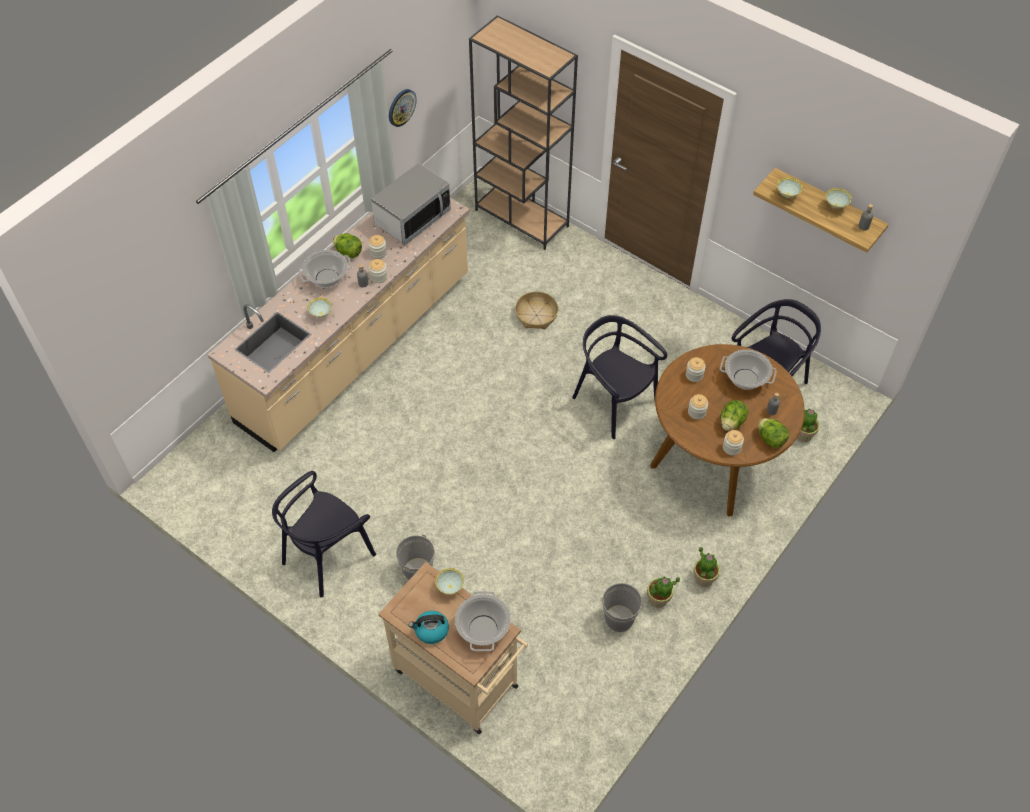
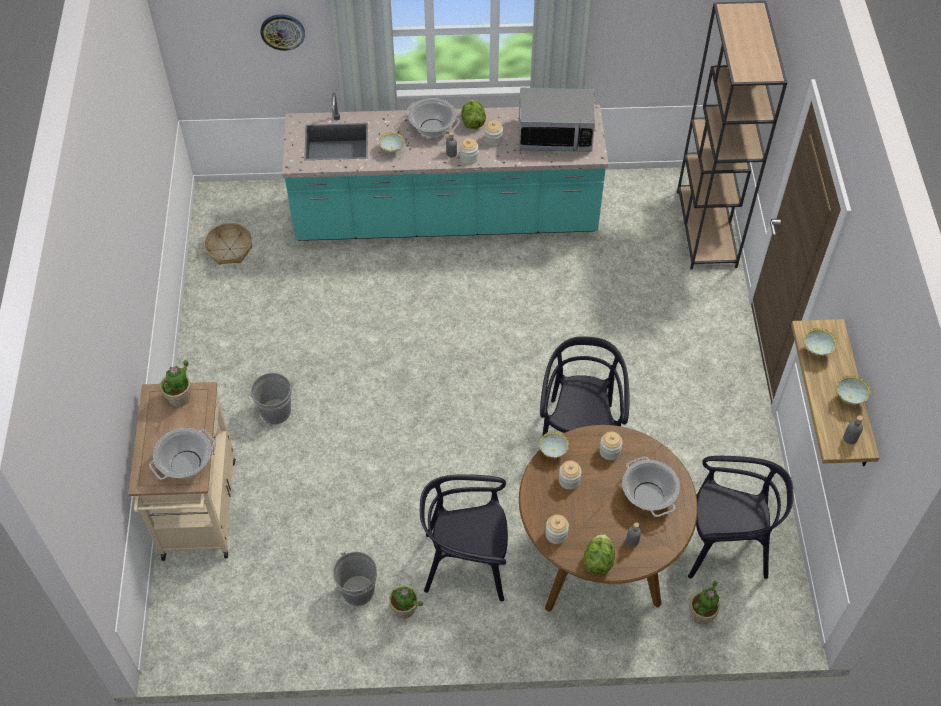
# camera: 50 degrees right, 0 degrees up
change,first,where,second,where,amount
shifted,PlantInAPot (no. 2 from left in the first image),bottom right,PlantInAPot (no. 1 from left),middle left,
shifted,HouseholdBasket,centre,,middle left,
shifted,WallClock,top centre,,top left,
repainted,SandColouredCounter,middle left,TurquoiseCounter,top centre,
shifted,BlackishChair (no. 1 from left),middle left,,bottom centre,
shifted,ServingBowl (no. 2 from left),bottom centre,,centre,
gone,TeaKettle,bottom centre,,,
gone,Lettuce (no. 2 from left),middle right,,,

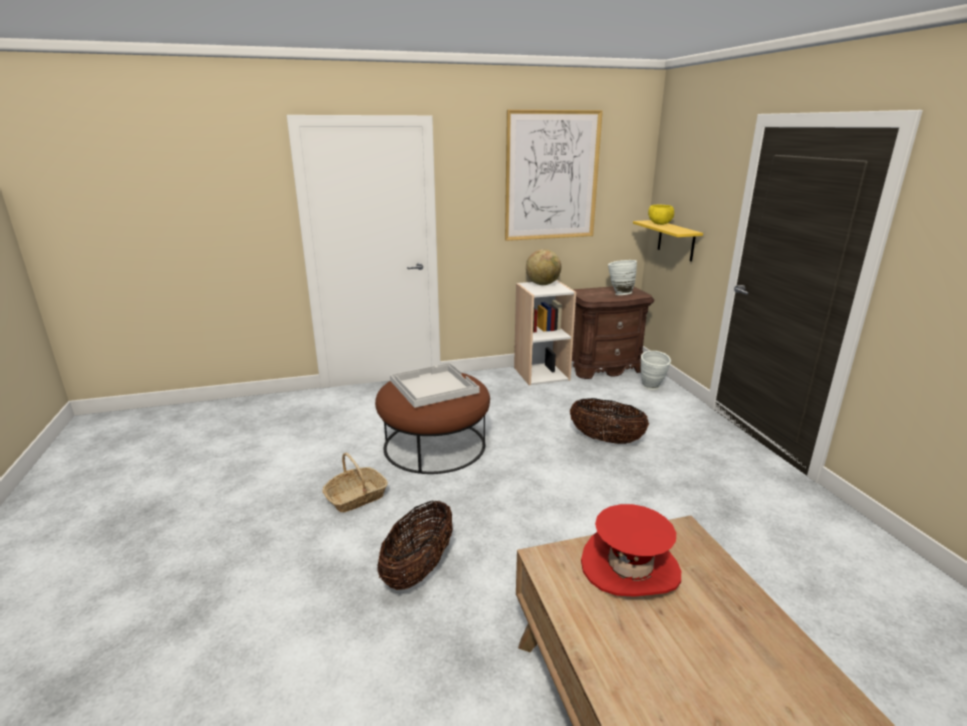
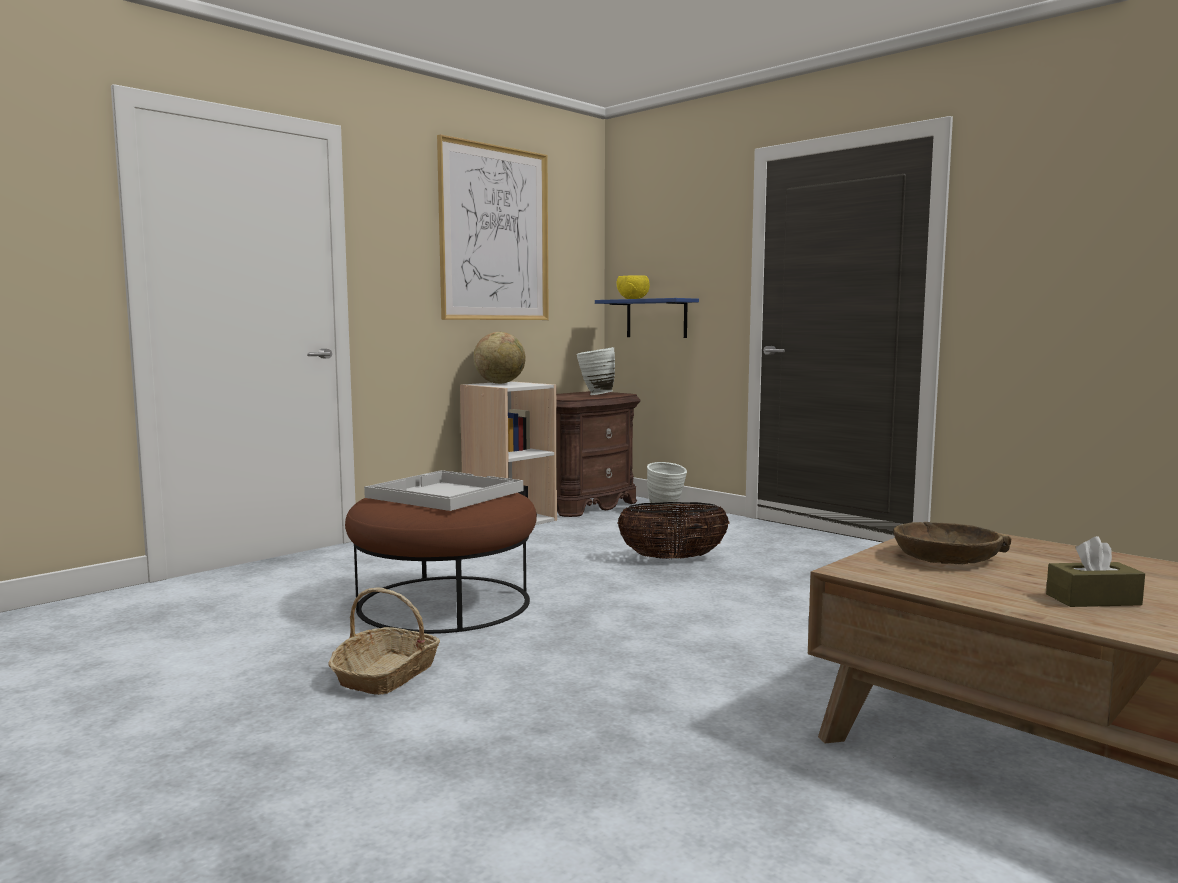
# camera: 30 degrees left, 15 degrees down
change,first,where,second,where,amount
repainted,YellowShelf,top right,BlueShelf,centre,
swapped,RedWearableHat,bottom centre,BrownServingBowl,middle right,
new,,,BrownBoxOfTissues,middle right,
gone,HouseholdBasket (no. 2 from left),bottom centre,,,

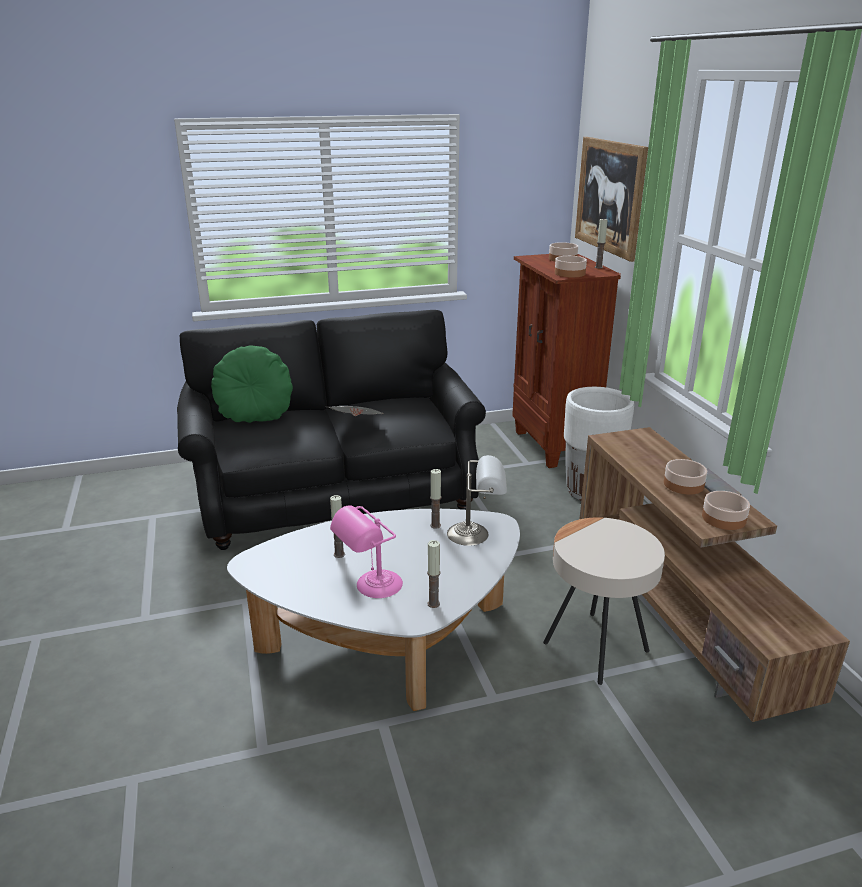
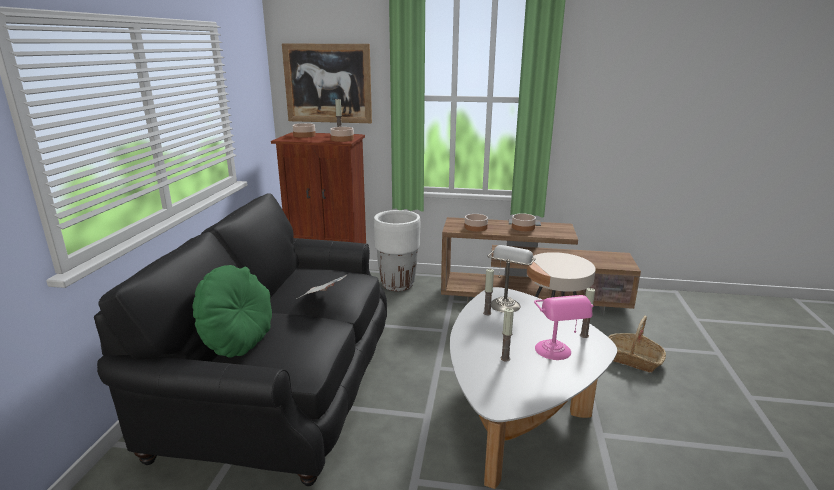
# camera: 65 degrees left, 5 degrees down
change,first,where,second,where,amount
shifted,ServingBowl (no. 4 from left in the first image),middle right,ServingBowl (no. 3 from left),centre,
new,,,HouseholdBasket,bottom right,

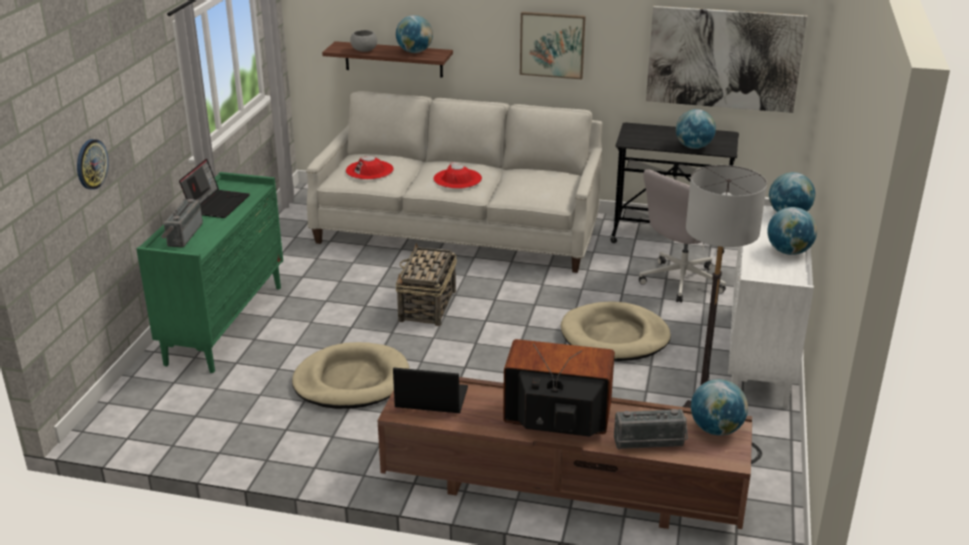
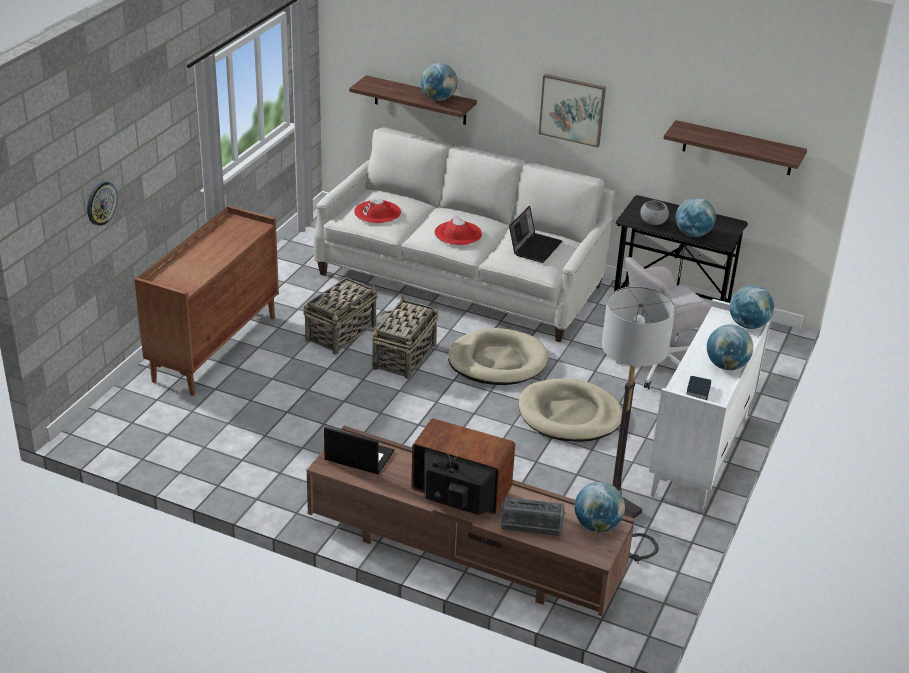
# camera: 10 degrees right, 5 degrees up
change,first,where,second,where,amount
repainted,GreenCabinet,middle left,BrownCabinet,middle left,
new,,,HouseholdBasket (no. 1 from left),centre,
shifted,SandColouredDogBed (no. 1 from left),bottom centre,,centre,
shifted,NotebookComputer (no. 1 from left in the first image),middle left,NotebookComputer (no. 2 from left),centre,
shifted,GreyServingBowl,top centre,,top right,
swapped,WallPicture (no. 2 from left),top right,Shelf (no. 2 from left),top right,
new,,,BoundBook,middle right,
gone,Radio (no. 1 from left),middle left,,,

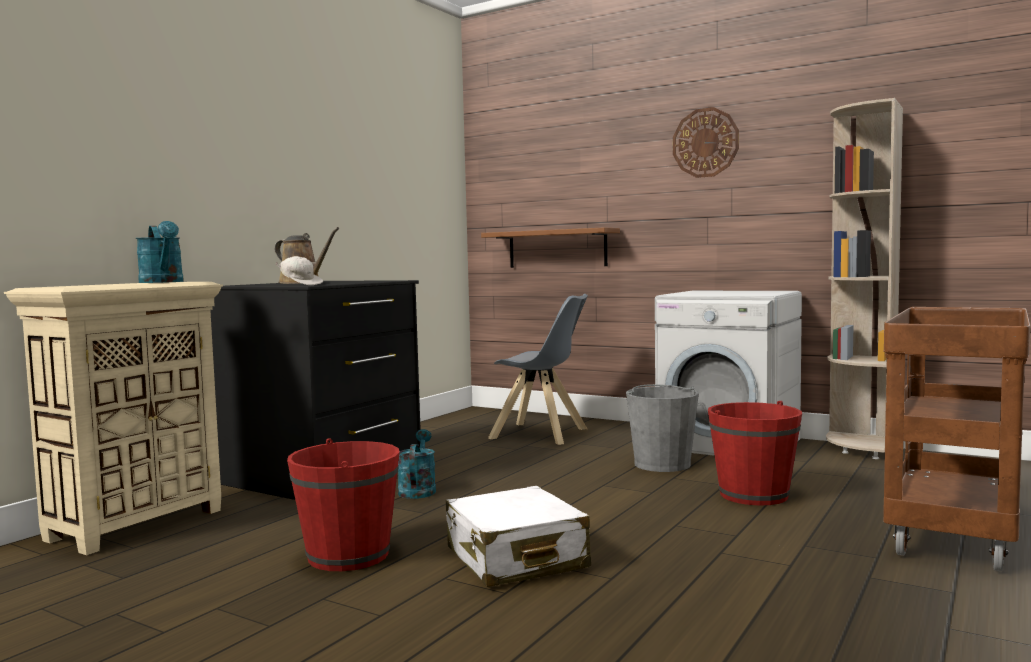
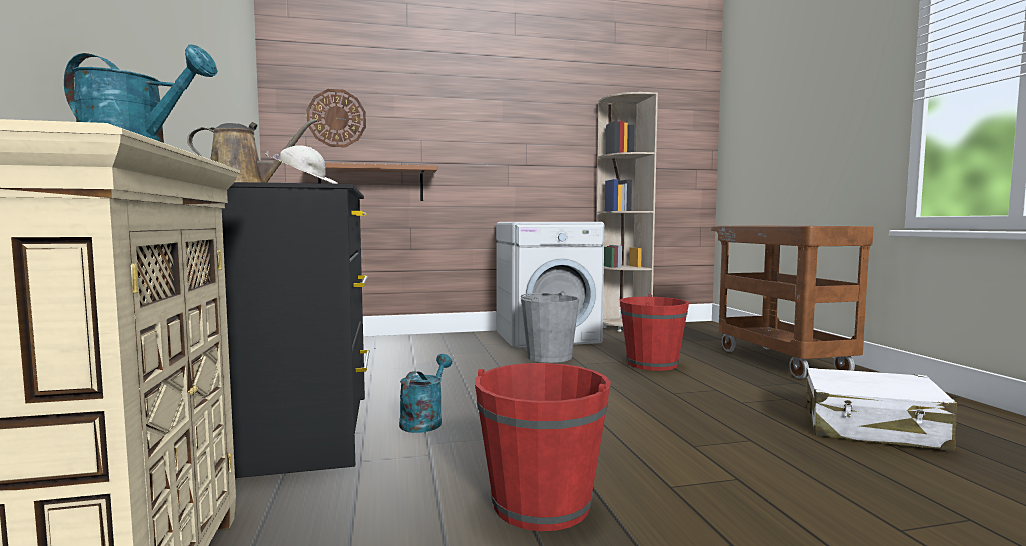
# camera: 45 degrees left, 0 degrees up
change,first,where,second,where,amount
shifted,WallClock,top right,,top left,
rotated,TurquoiseSprinklingCan (no. 2 from left),bottom centre,,bottom centre,60 degrees clockwise
shifted,WhiteColouredSuitcase,bottom centre,,bottom right,
gone,GreyChair,centre,,,

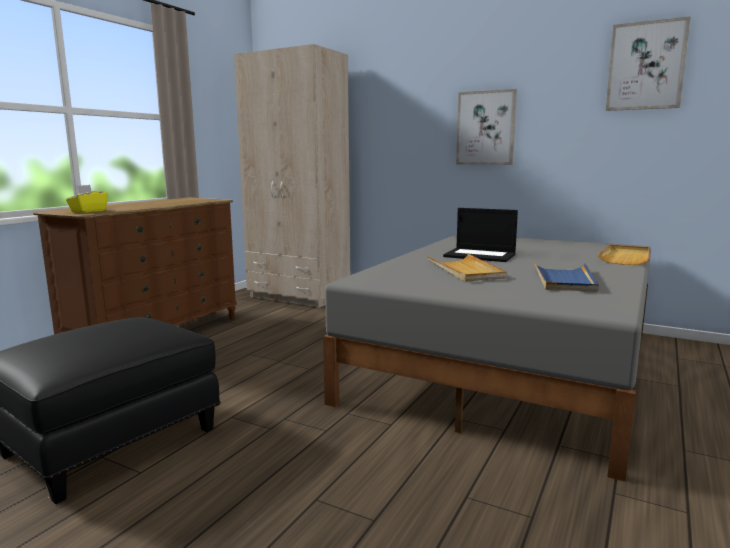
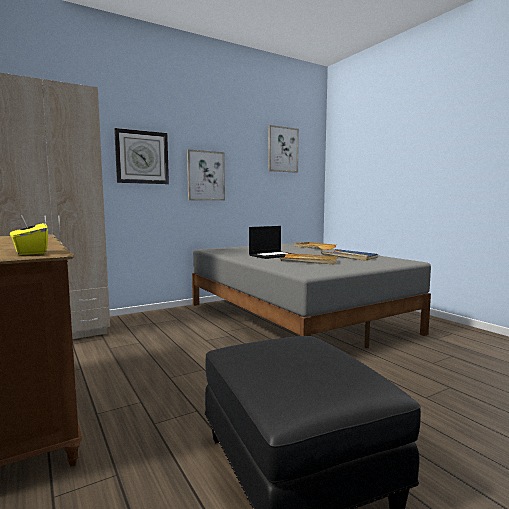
# camera: 60 degrees left, 5 degrees down
change,first,where,second,where,amount
new,,,WallClock,top left,

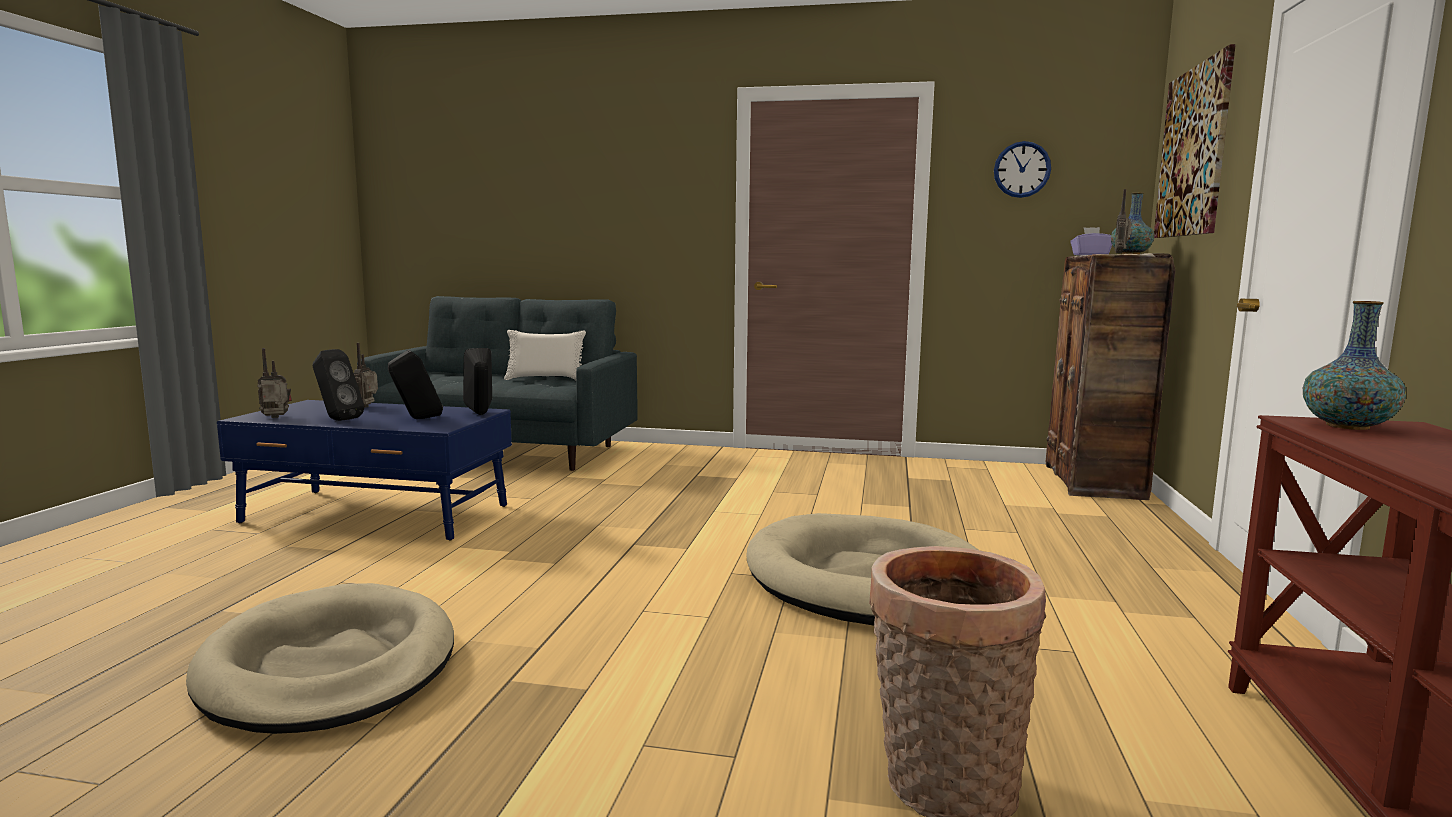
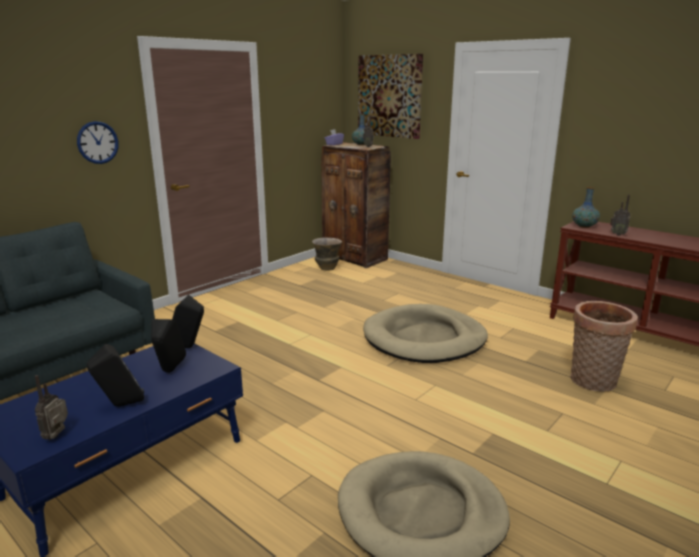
# camera: 60 degrees left, 10 degrees up
change,first,where,second,where,amount
shifted,WallClock,top right,,top left,
new,,,Vase (no. 1 from left),centre,
shifted,Radio (no. 2 from left in the first image),middle left,Radio (no. 3 from left),middle right,
gone,WhiteColouredThrowPillow,centre,,,

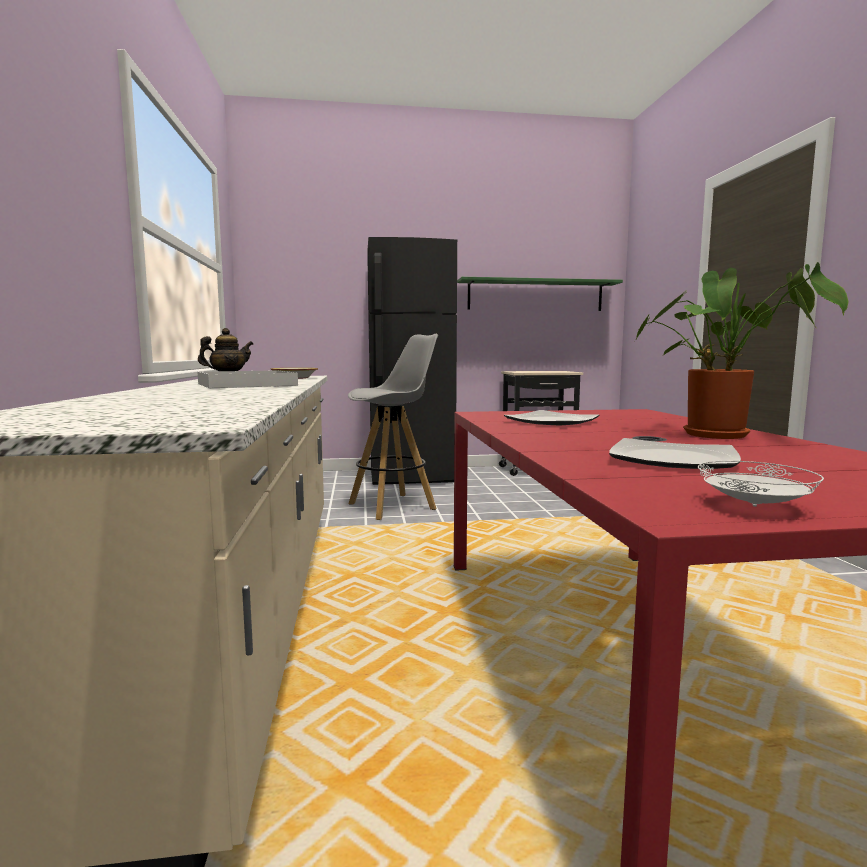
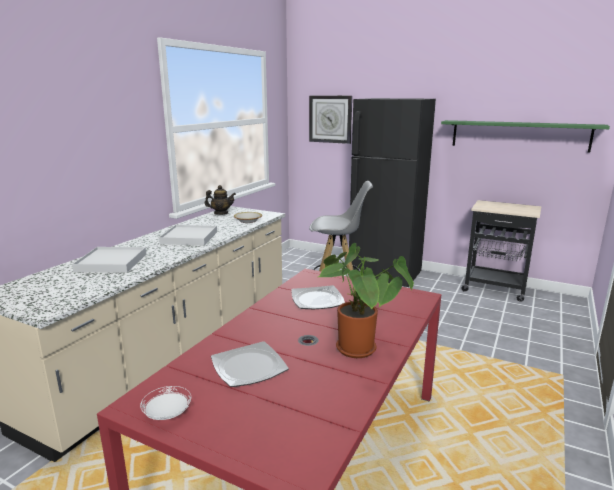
# camera: 35 degrees right, 10 degrees up
change,first,where,second,where,amount
new,,,WhiteColouredTray (no. 1 from left),middle left,
new,,,WallClock,top centre,

